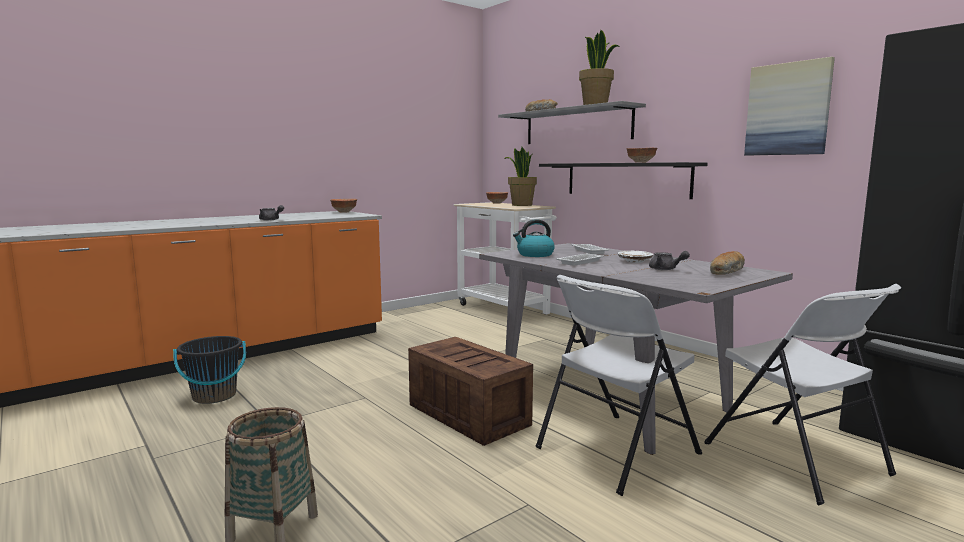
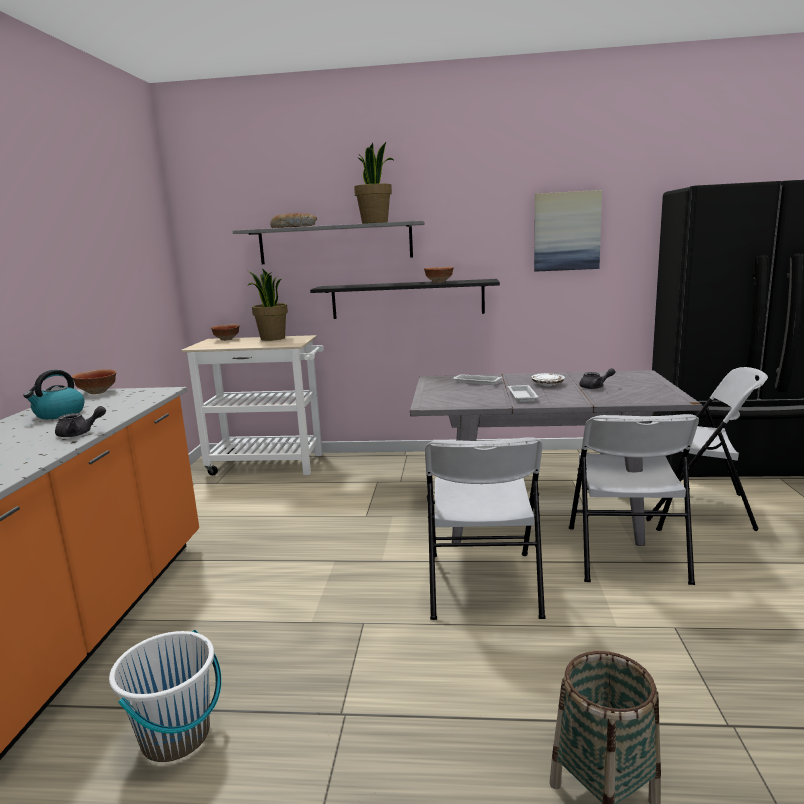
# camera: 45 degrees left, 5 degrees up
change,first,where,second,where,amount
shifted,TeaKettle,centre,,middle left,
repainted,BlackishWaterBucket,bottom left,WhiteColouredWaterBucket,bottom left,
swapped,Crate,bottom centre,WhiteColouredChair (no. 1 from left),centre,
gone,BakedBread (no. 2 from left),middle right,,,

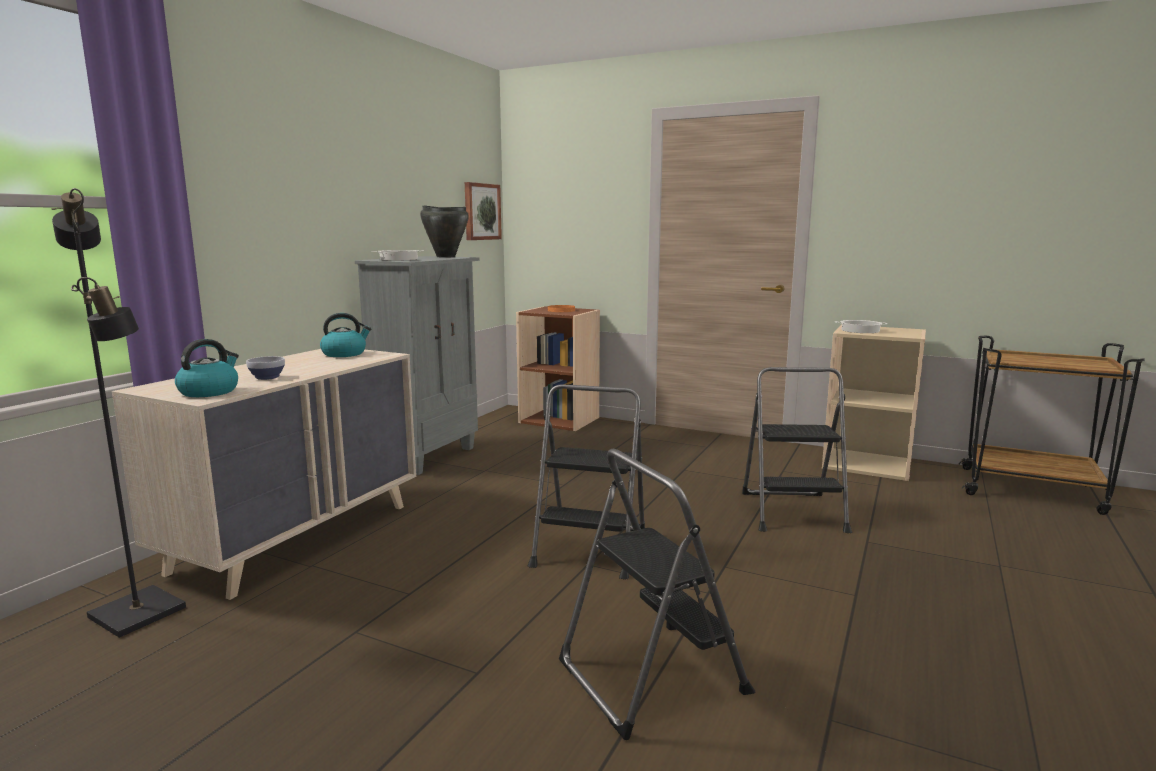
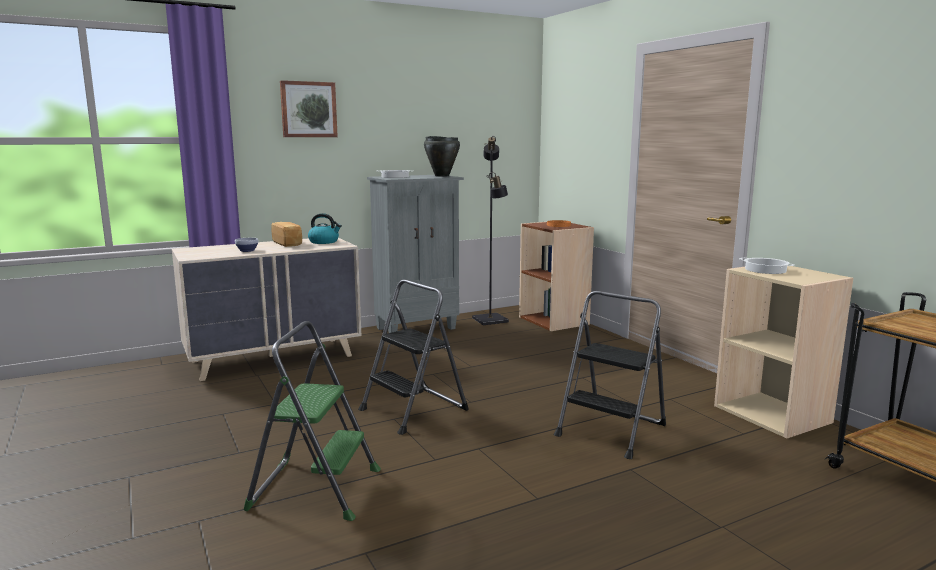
# camera: 35 degrees right, 0 degrees up
change,first,where,second,where,amount
repainted,BlackishStepStool (no. 2 from left),bottom centre,GreenStepStool,bottom centre,
new,,,BakedBread,middle left,
shifted,WallPicture,top centre,,top left,
shifted,BlackishStandingLamp,middle left,,centre,
gone,TeaKettle (no. 1 from left),middle left,,,

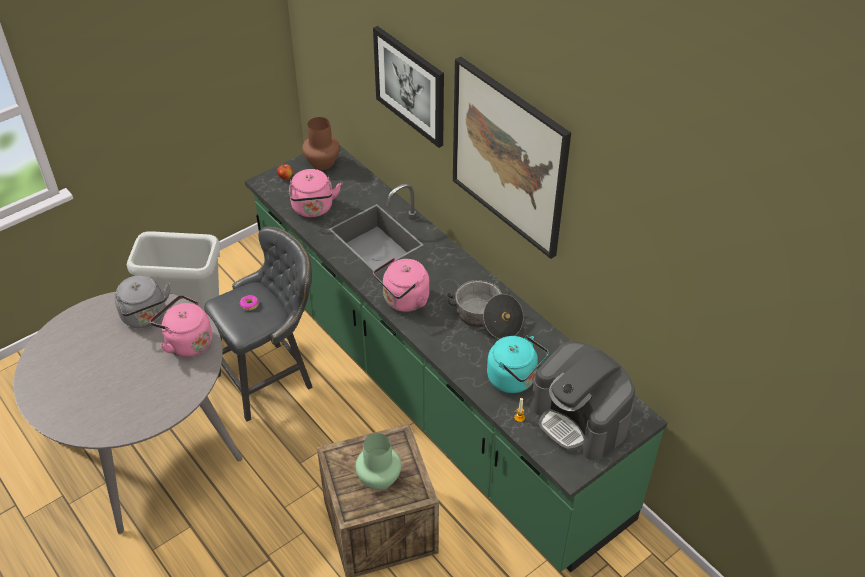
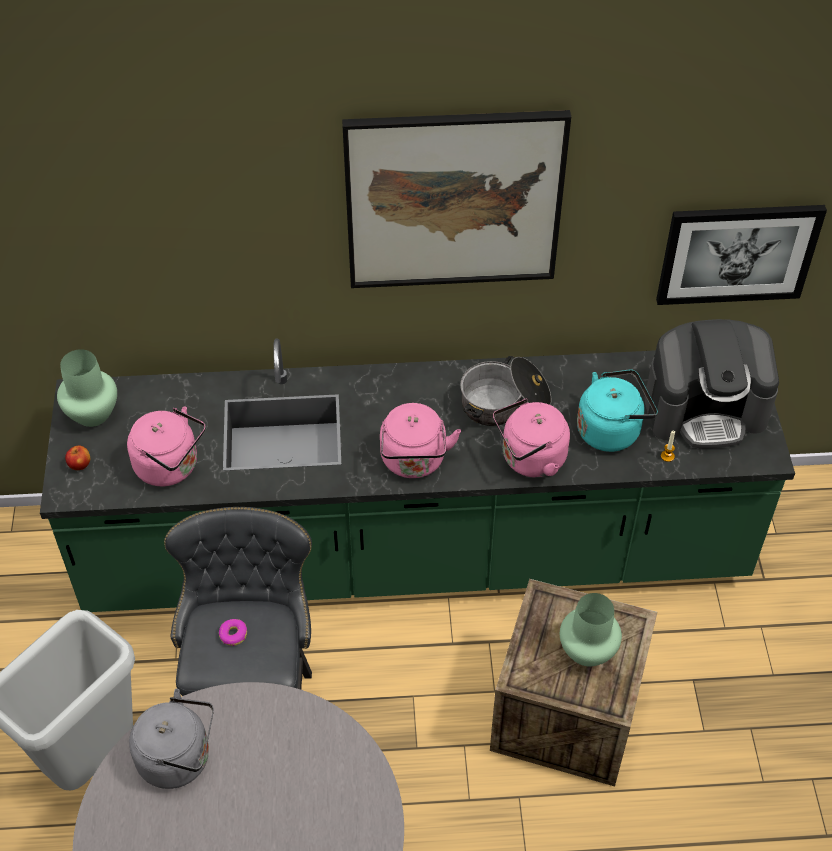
# camera: 55 degrees left, 5 degrees up
change,first,where,second,where,amount
repainted,BrownVase,top centre,GreenVase (no. 1 from left),middle left,
shifted,PinkColouredTeaKettle (no. 1 from left in the first image),middle left,PinkColouredTeaKettle (no. 3 from left),centre,
shifted,WallPicture (no. 1 from left in the first image),top centre,WallPicture (no. 2 from left),top right,

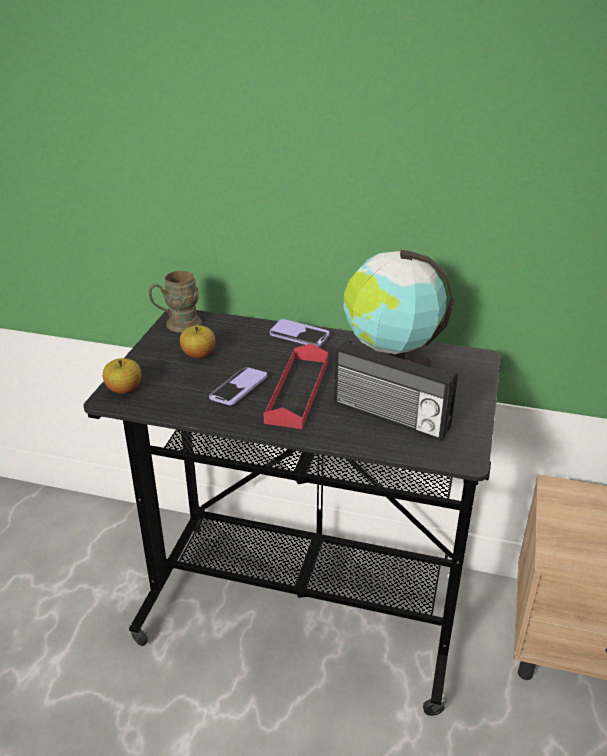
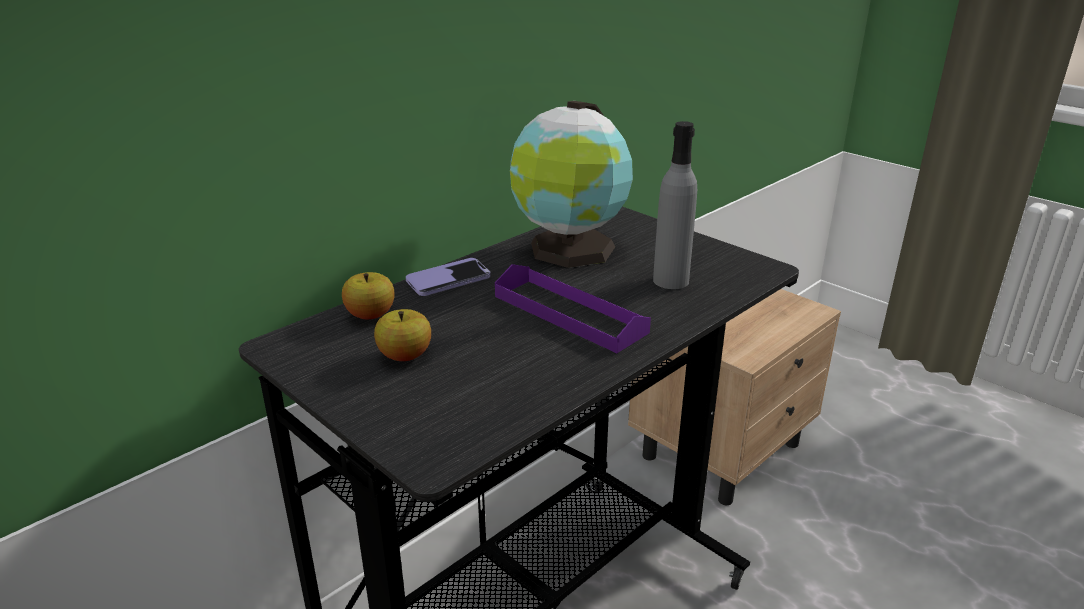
# camera: 60 degrees left, 5 degrees down
change,first,where,second,where,amount
shifted,WholeApple (no. 1 from left),middle left,,centre,
repainted,RedTray,centre,PurpleColouredTray,centre,
swapped,Radio,centre,GreyBottle,centre,
gone,BrownCoffeeMug,middle left,,,
gone,Telephone (no. 1 from left),centre,,,

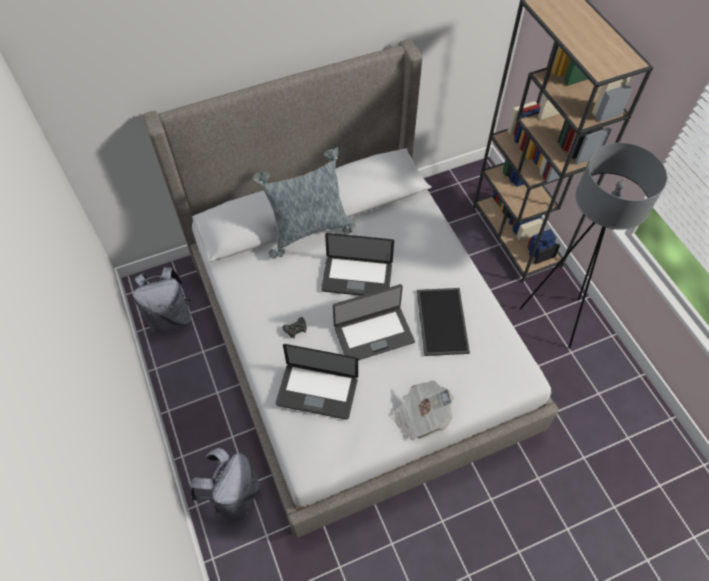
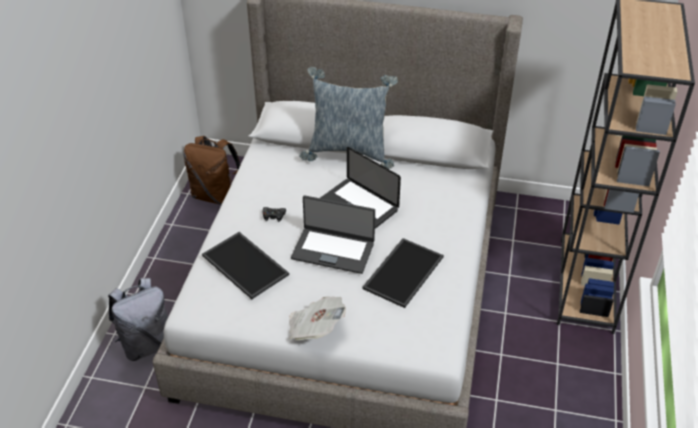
# camera: 35 degrees right, 15 degrees down
change,first,where,second,where,amount
repainted,GreyRucksack (no. 1 from left),middle left,BrownRucksack,middle left,
swapped,NotebookComputer (no. 1 from left),centre,Tray (no. 1 from left),centre,
gone,GreyStandingLamp,middle right,,,

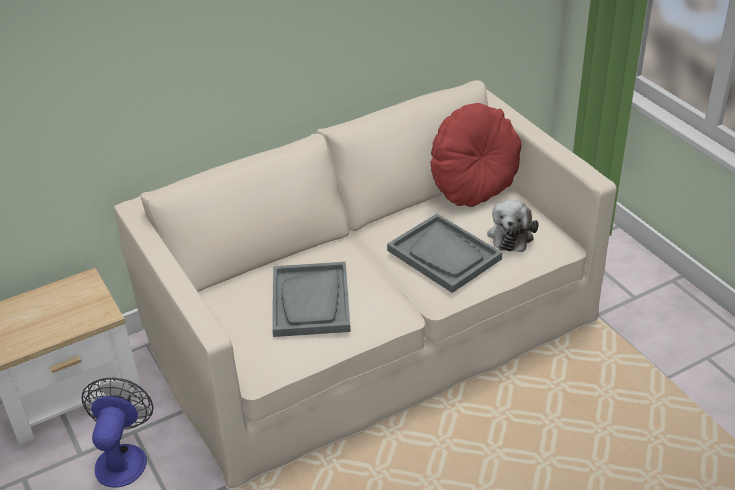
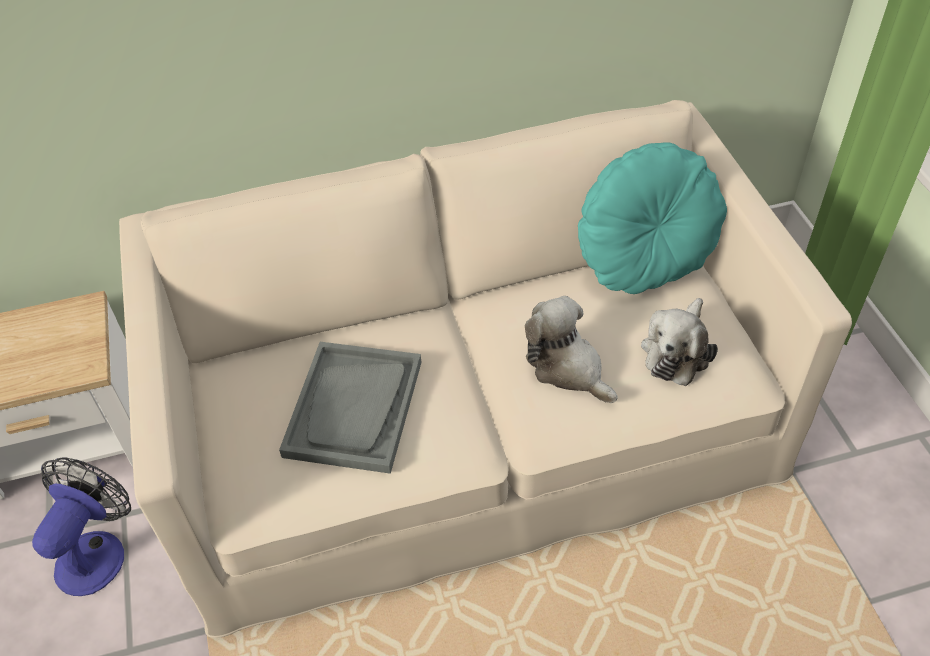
# camera: 15 degrees right, 10 degrees up
change,first,where,second,where,amount
swapped,GreyTray (no. 2 from left),centre,SoftToy (no. 1 from left),centre,
repainted,RedThrowPillow,top centre,TurquoiseThrowPillow,top right,

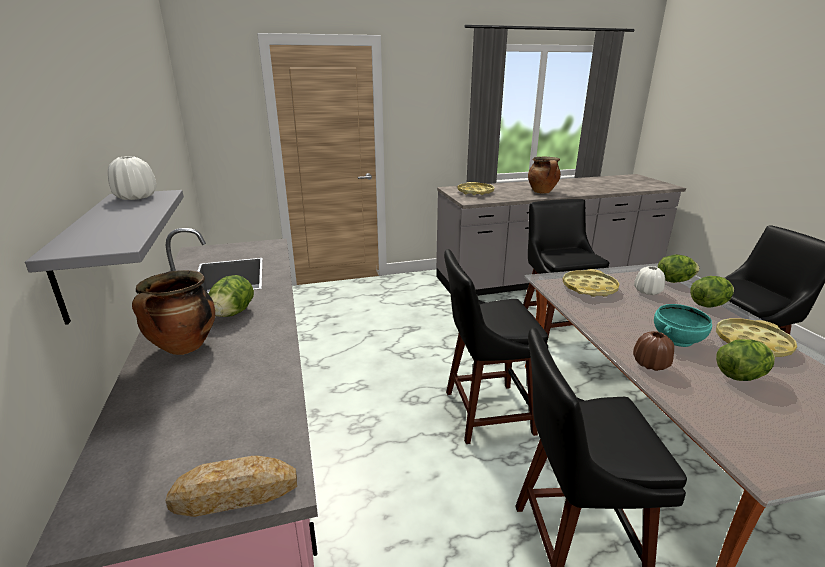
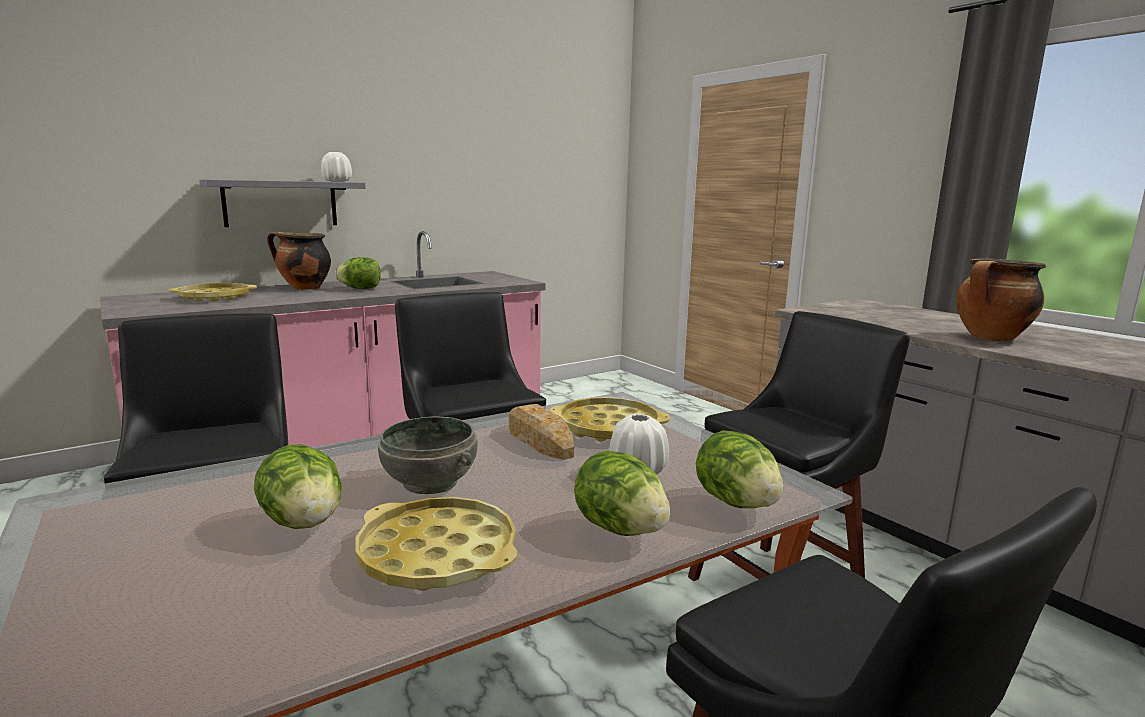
# camera: 70 degrees right, 10 degrees down
change,first,where,second,where,amount
shifted,YellowTray (no. 1 from left),top centre,,middle left,
repainted,TurquoiseServingBowl,middle right,GreyServingBowl,centre,
shifted,BakedBread,bottom left,,centre,
gone,BrownVase,middle right,,,

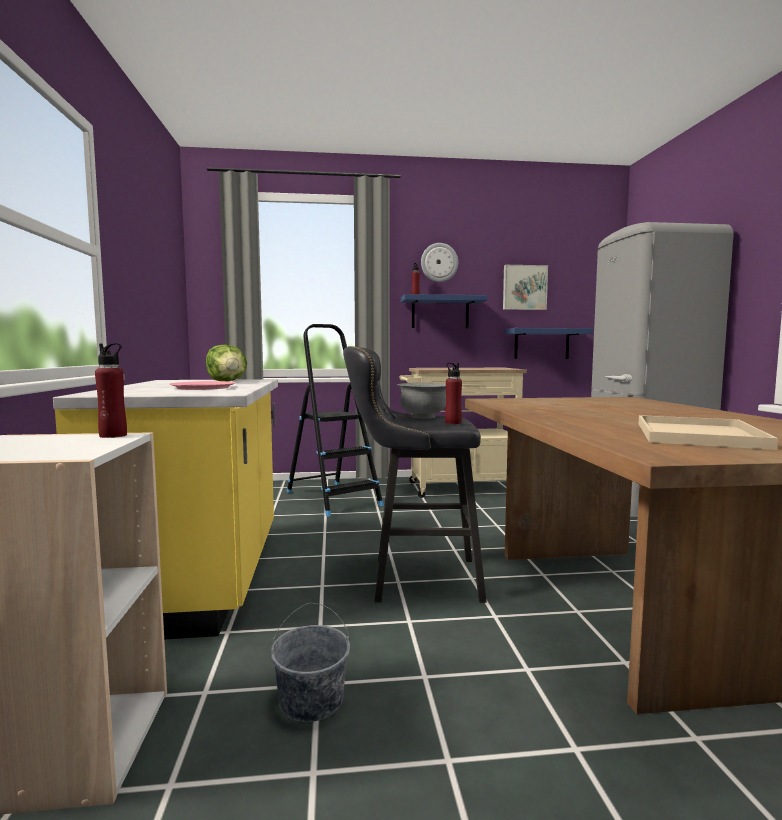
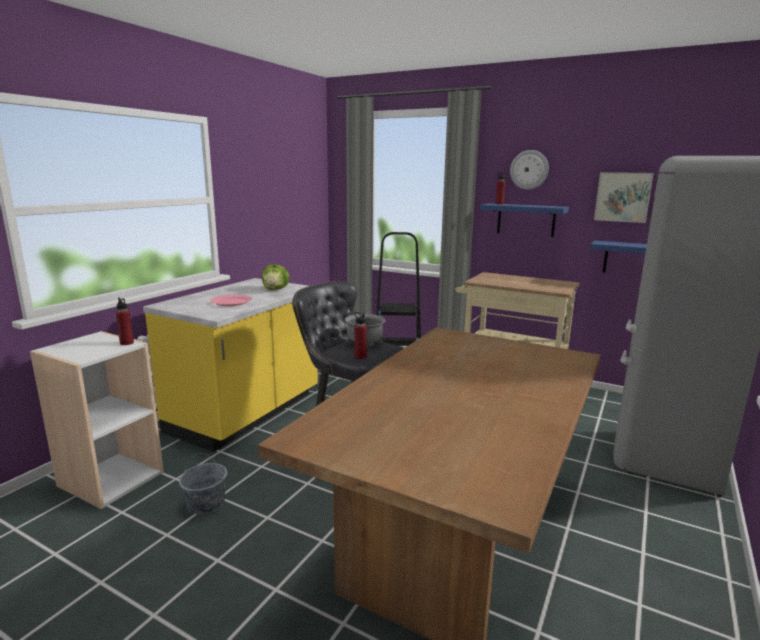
# camera: 35 degrees right, 10 degrees up
change,first,where,second,where,amount
gone,SandColouredTray,middle right,,,

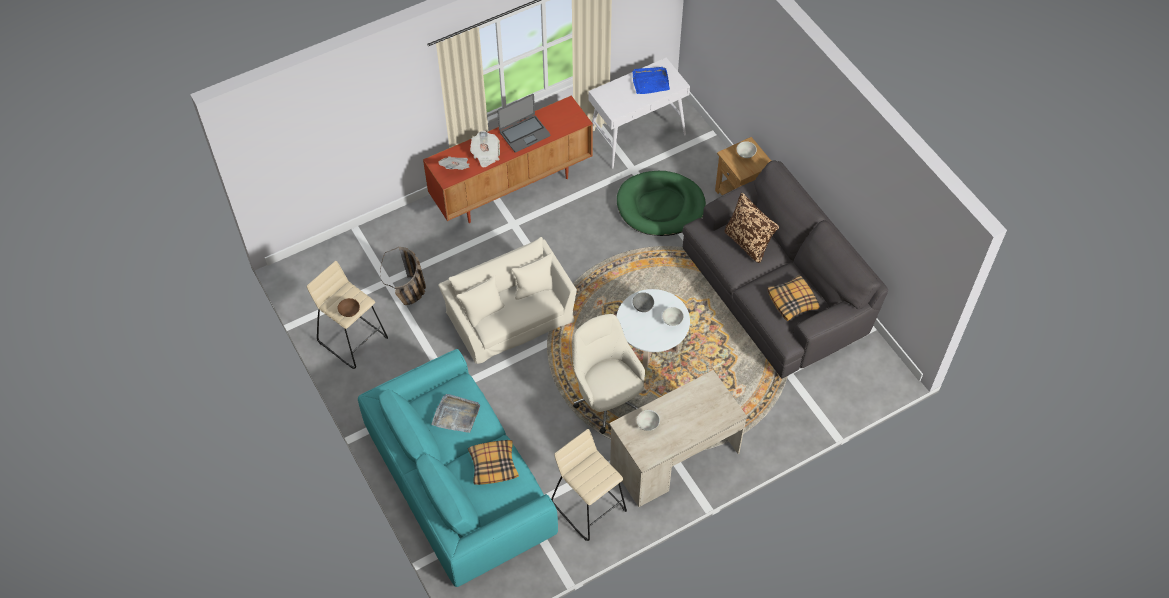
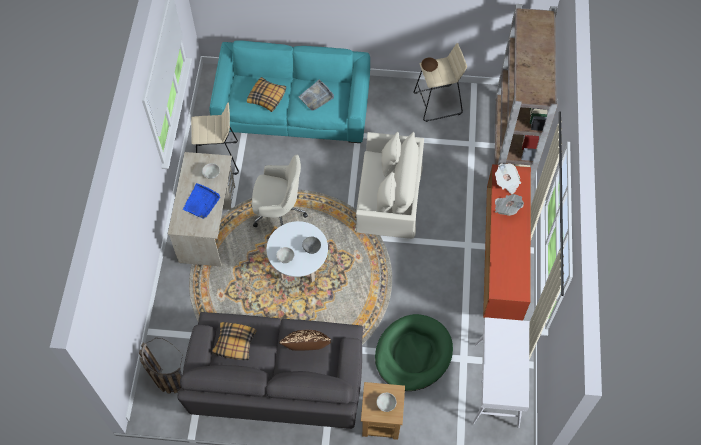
# camera: 125 degrees right, 5 degrees up
change,first,where,second,where,amount
shifted,HouseholdBasket,centre,,bottom left,
shifted,BlueTray,top centre,,middle left,
new,,,BrownBookshelf,top right,
gone,NotebookComputer,top centre,,,

